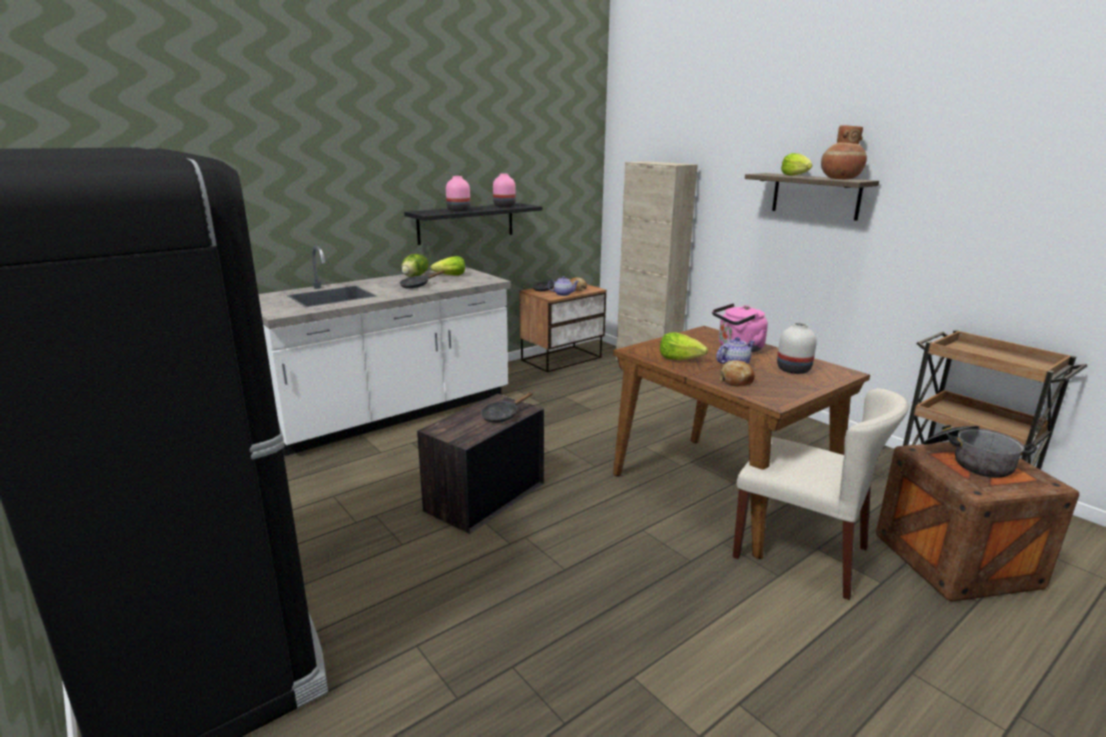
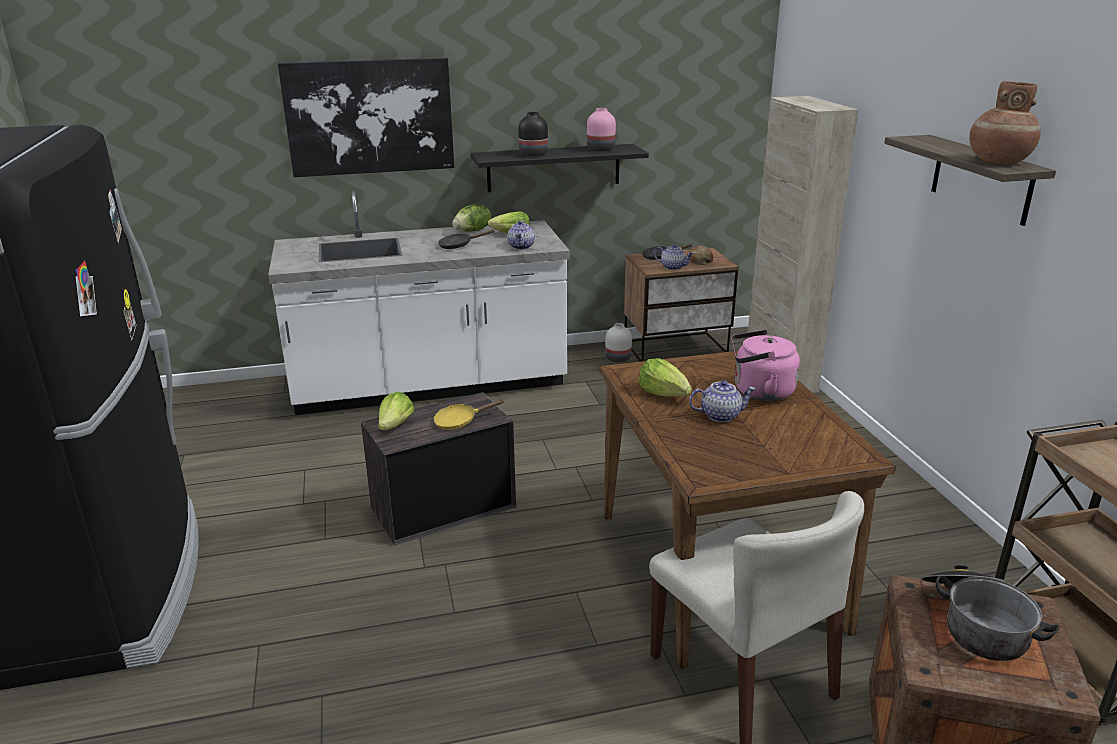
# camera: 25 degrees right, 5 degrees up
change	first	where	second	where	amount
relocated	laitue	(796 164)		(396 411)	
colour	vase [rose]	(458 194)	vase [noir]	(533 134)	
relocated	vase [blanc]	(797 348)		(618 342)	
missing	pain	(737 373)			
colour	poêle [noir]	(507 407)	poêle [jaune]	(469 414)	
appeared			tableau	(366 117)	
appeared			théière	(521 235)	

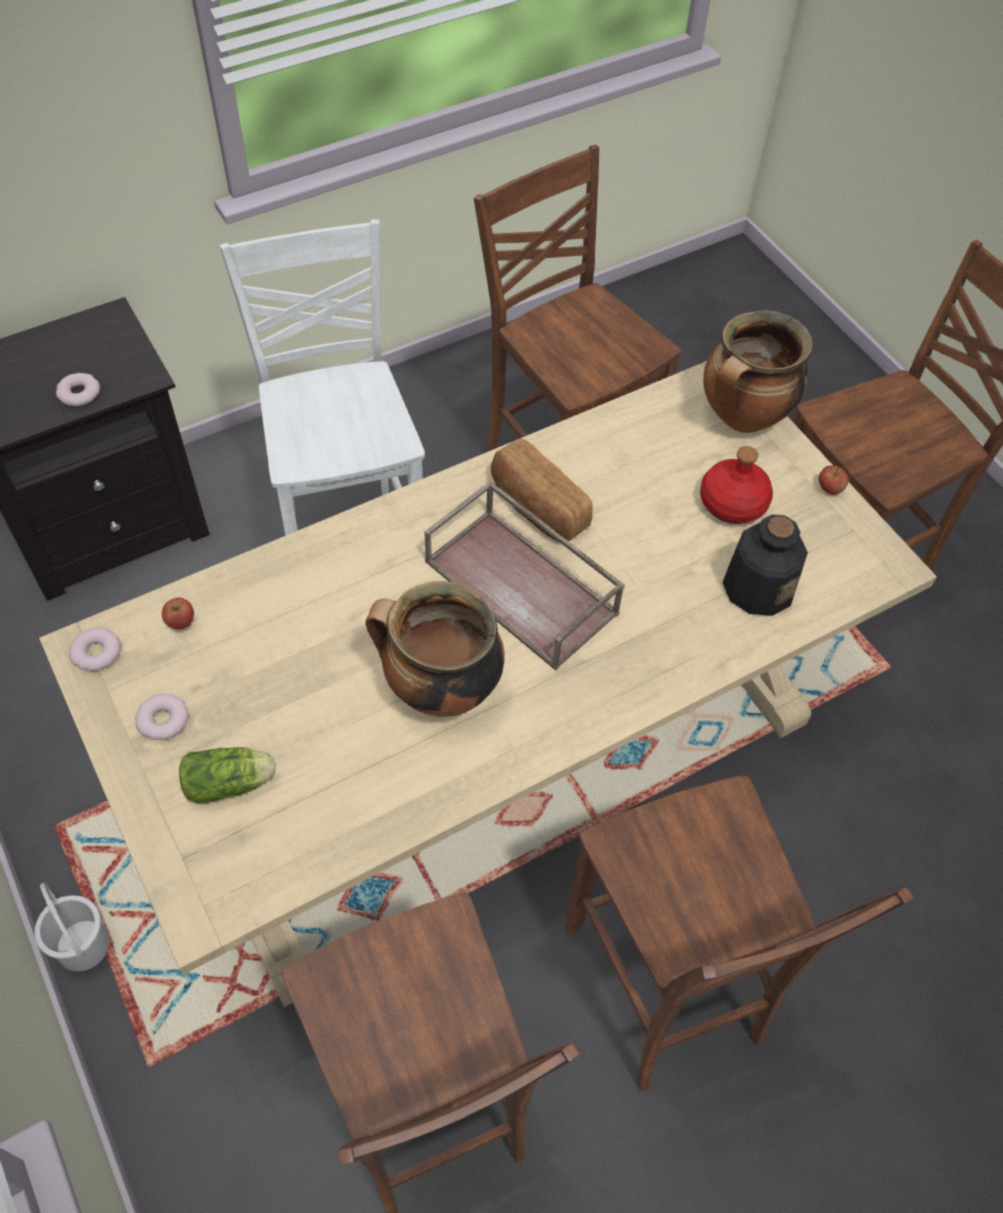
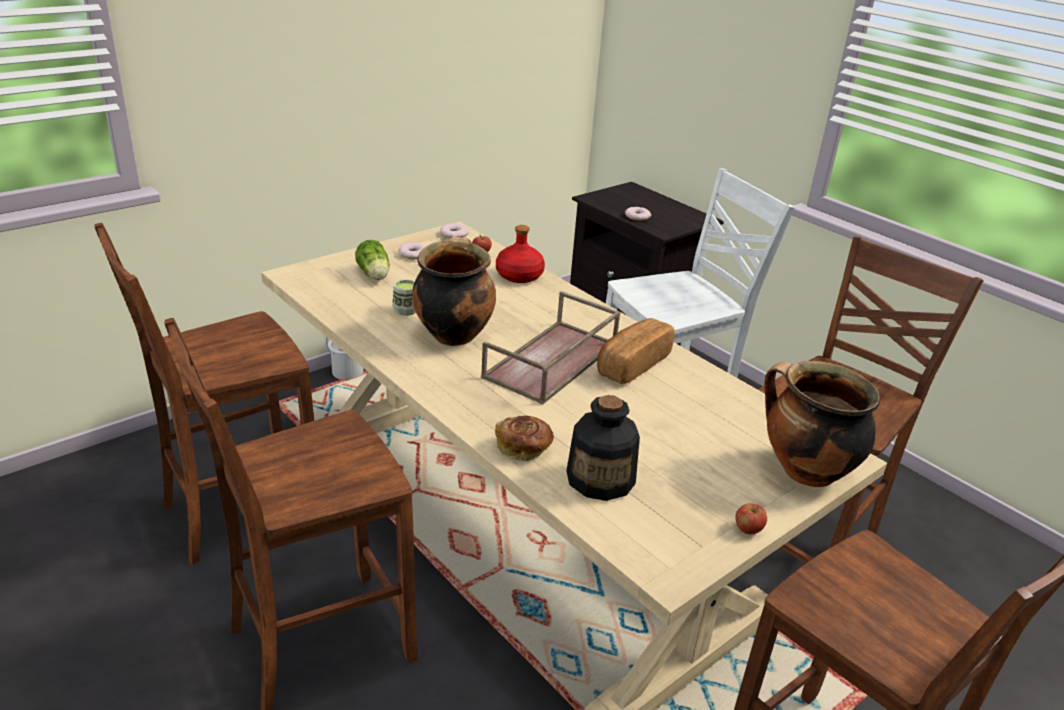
# camera: 80 degrees right, 25 degrees down
change	first	where	second	where	amount
relocated	bouteille [rouge]	(736 485)		(520 254)	
appeared			tasse	(404 297)	
appeared			pain	(524 438)	

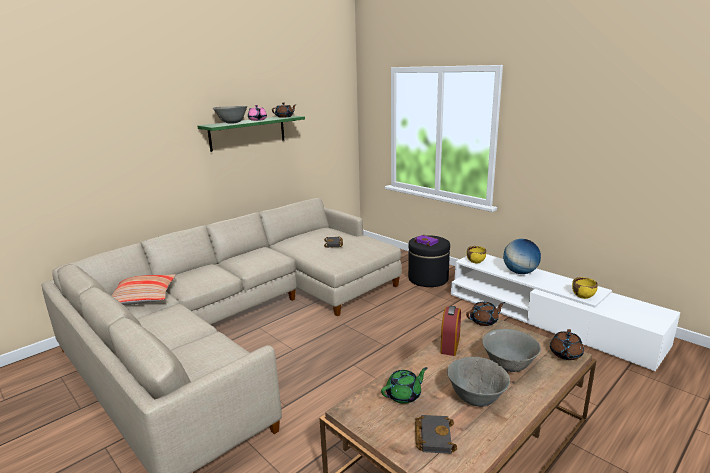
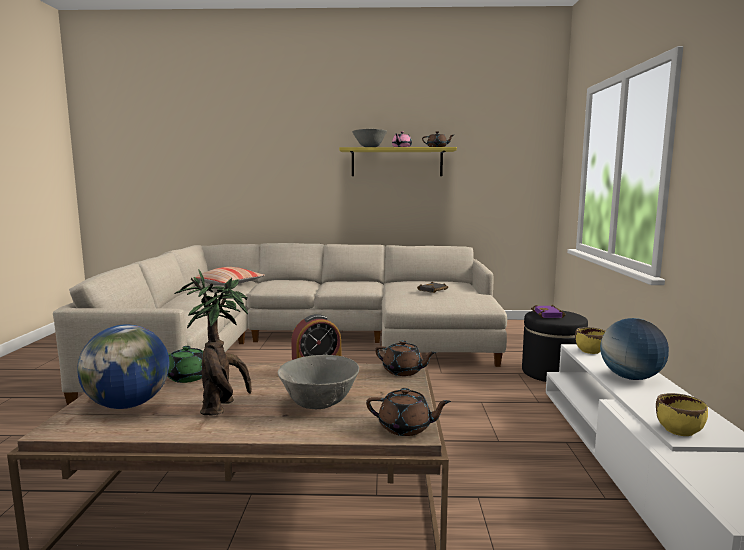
# camera: 45 degrees right, 10 degrees down
change	first	where	second	where	amount
colour	étagère [vert]	(251 133)	étagère [jaune]	(398 161)	
spun	théière [marron]	(567 344)		(408 412)	150 degrees counterclockwise
exchanged	bol [gris]	(478 382)	plante en pot	(213 342)	
exchanged	livre [noir]	(436 434)	globe	(123 366)	

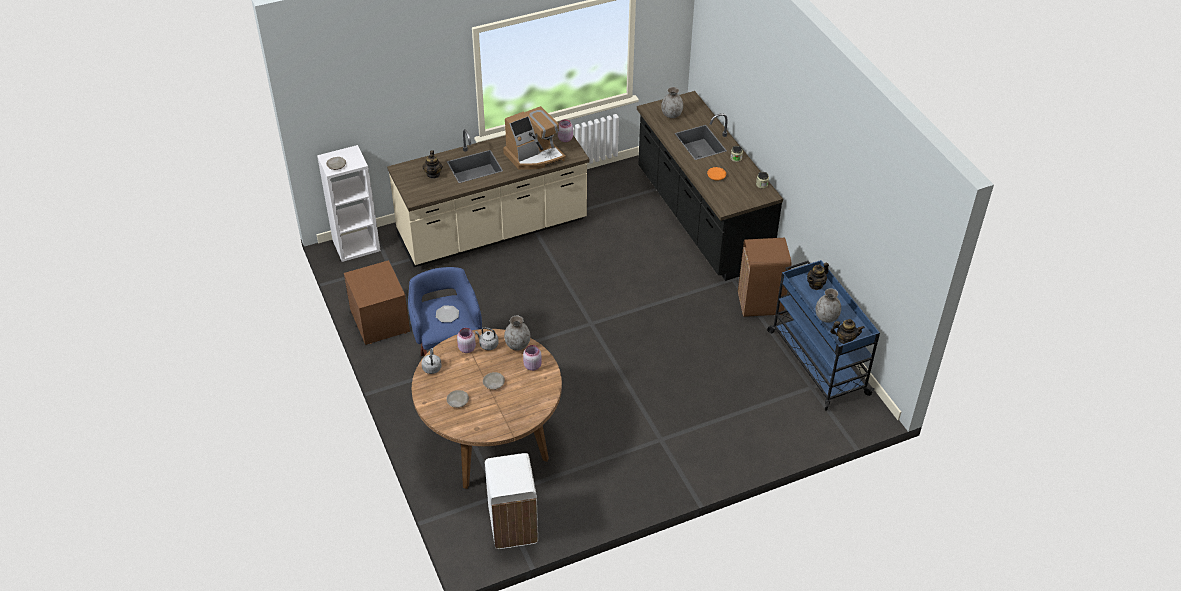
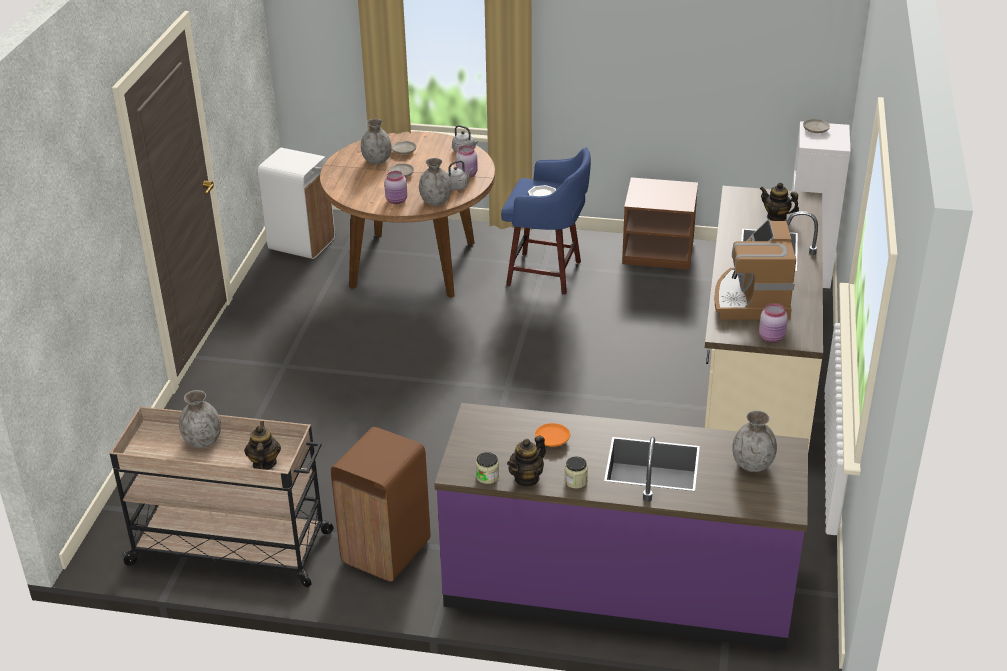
# camera: 125 degrees right, 10 degrees down
change	first	where	second	where	amount
colour	comptoir de cuisine [noir]	(710 186)	comptoir de cuisine [violet]	(621 526)	
colour	chariot [bleu]	(823 335)	chariot [beige]	(222 496)	
relocated	théière	(847 331)		(526 461)	
appeared			vase [gris]	(376 141)	

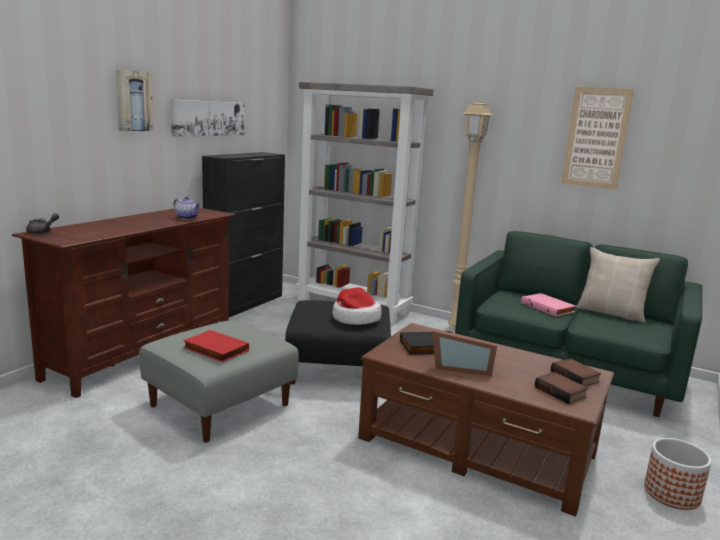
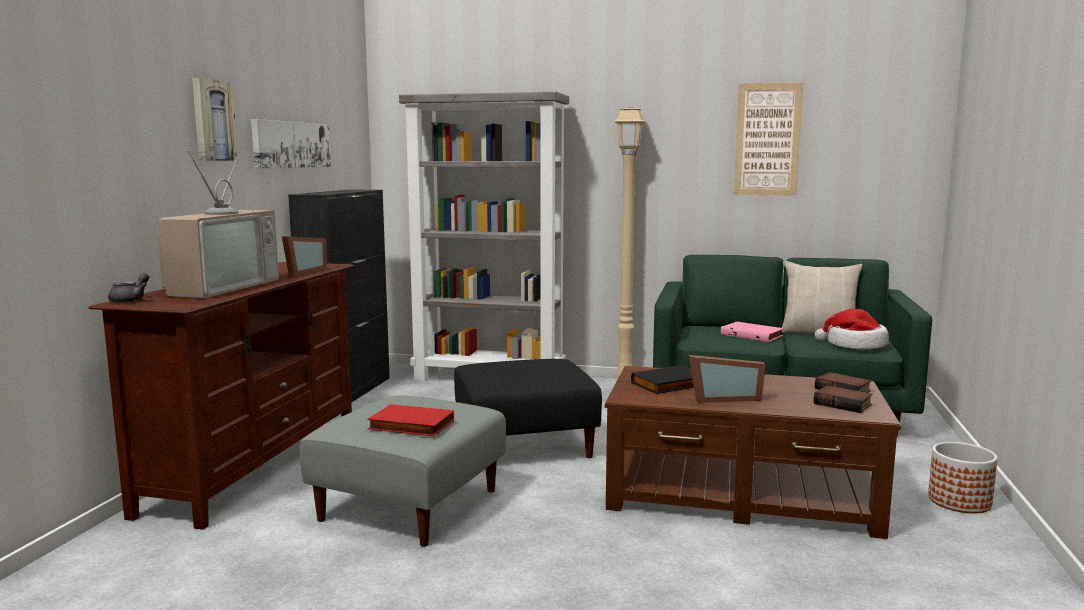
# camera: 15 degrees left, 5 degrees down
change	first	where	second	where	amount
exchanged	théière	(187 208)	cadre photo	(304 256)	
relocated	chapeau	(357 306)		(852 329)	
appeared			téléviseur	(218 224)	

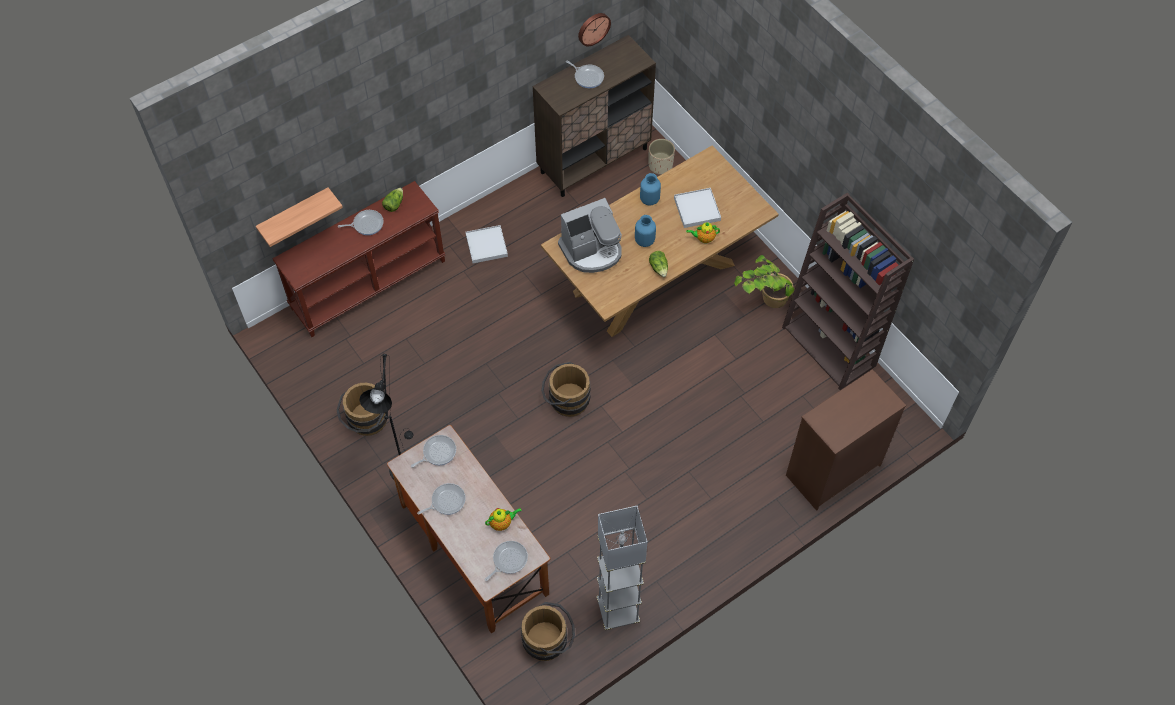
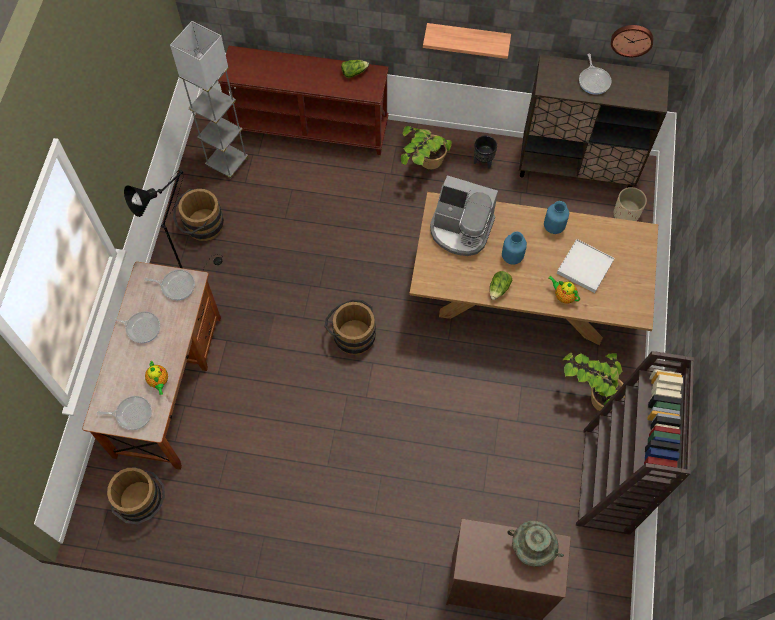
# camera: 45 degrees right, 5 degrees up
change	first	where	second	where	amount
relocated	étagère	(299 217)		(467 41)	
missing	poêle	(360 222)			
exchanged	plateau [blanc]	(487 244)	plante en pot	(426 147)	
relocated	lampadaire [gris]	(622 568)		(209 100)	
spun	théière	(503 519)		(156 378)	45 degrees clockwise
appeared			cache-pot [noir]	(485 152)	
appeared			vase [turquoise]	(535 544)	

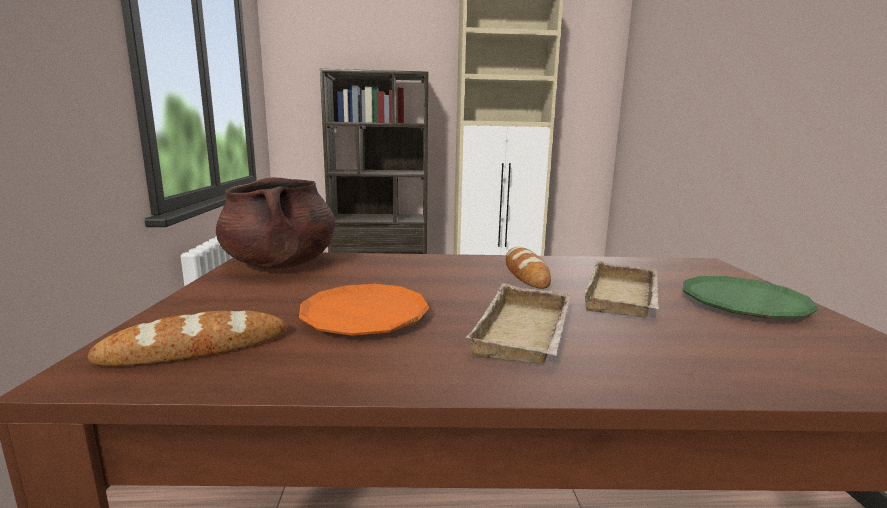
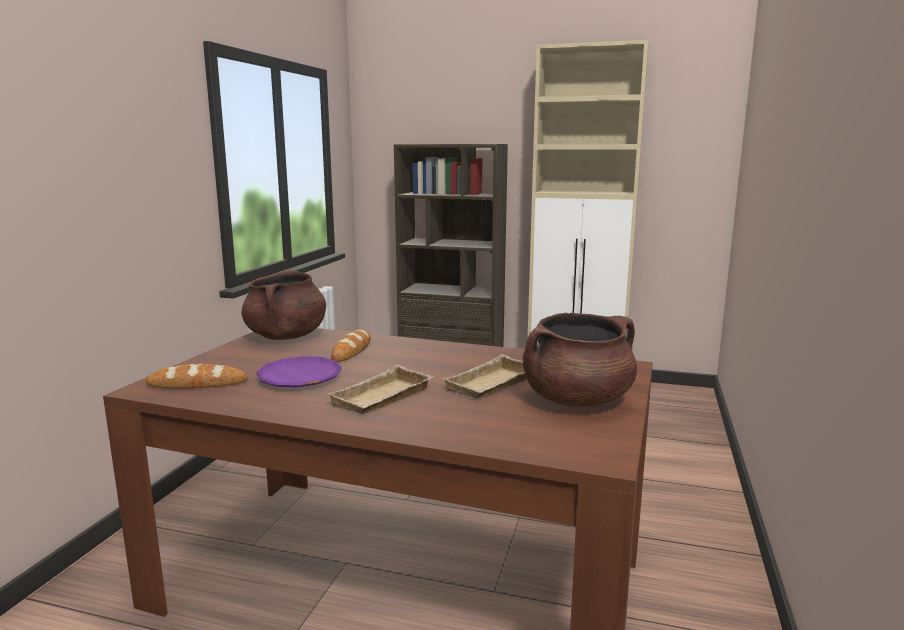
# camera: 20 degrees right, 0 degrees up
change	first	where	second	where	amount
relocated	pain	(528 268)		(351 345)	
exchanged	assiette [vert]	(751 297)	marmite [marron]	(580 360)	
colour	assiette [orange]	(364 310)	assiette [violet]	(299 371)	

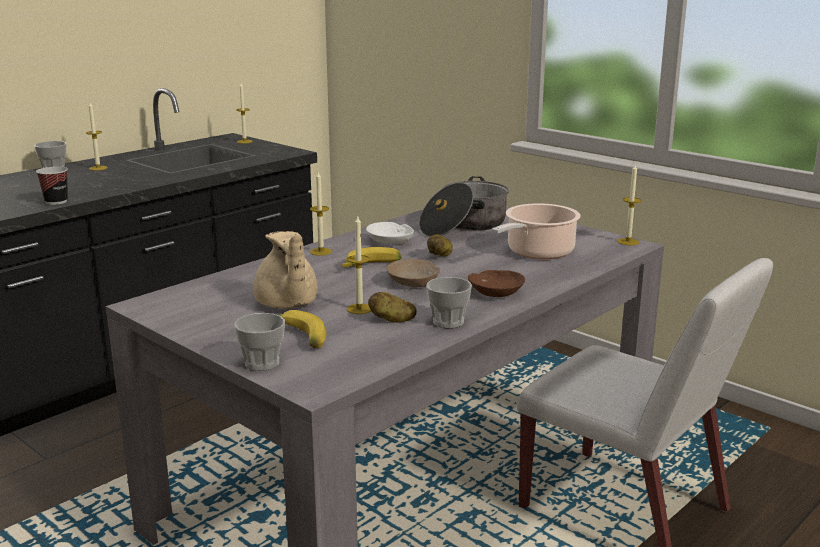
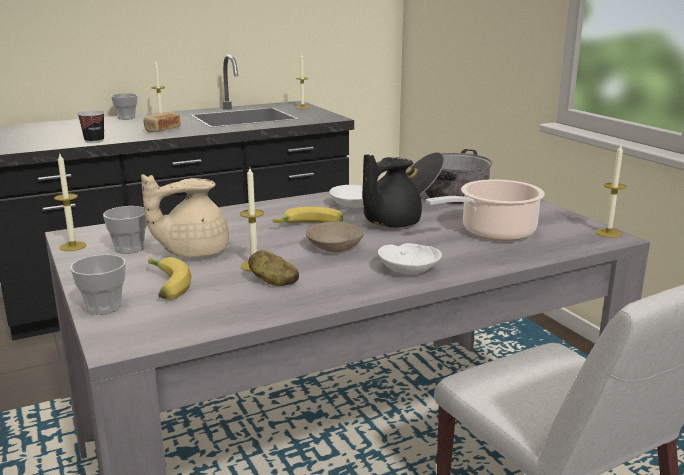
# camera: 20 degrees right, 0 degrees up
change	first	where	second	where	amount
relocated	bougie	(321 214)		(70 202)	
spun	théière [beige]	(285 270)		(185 216)	60 degrees clockwise
exchanged	pomme de terre	(440 245)	théière [noir]	(392 191)	
colour	bol [marron]	(496 283)	bol [blanc]	(410 258)	
relocated	tasse	(449 302)		(125 230)	
appeared			pain	(162 122)	

